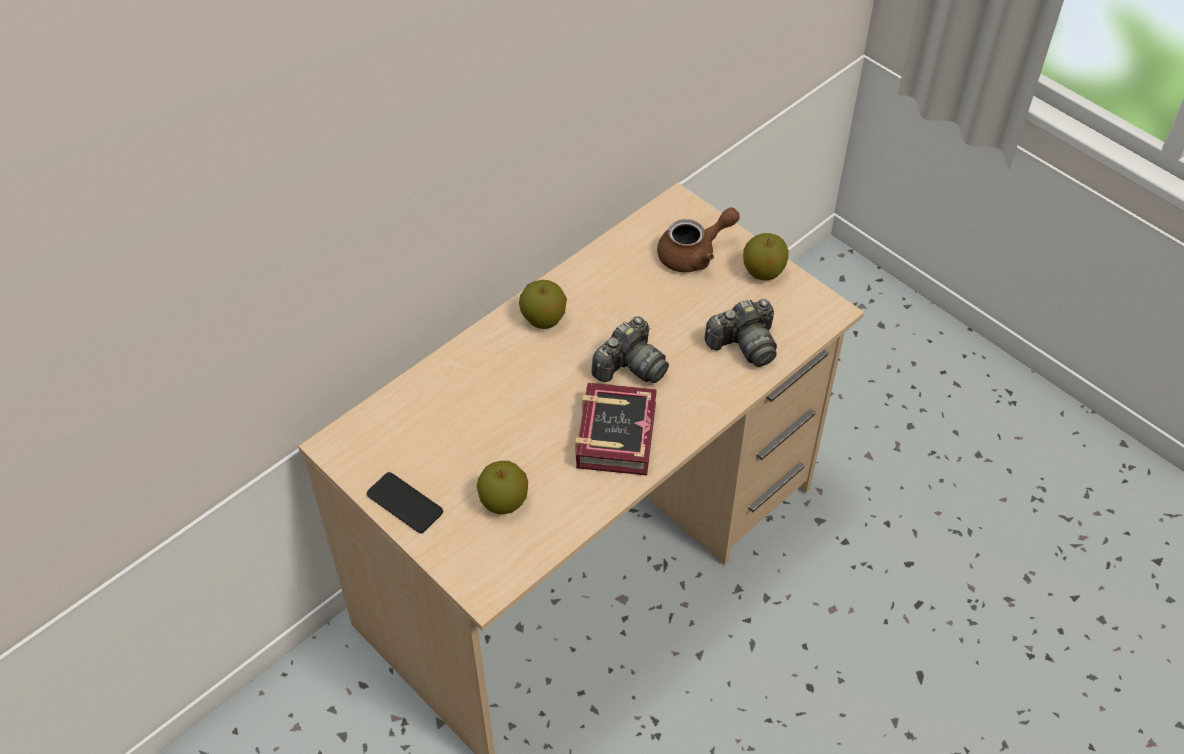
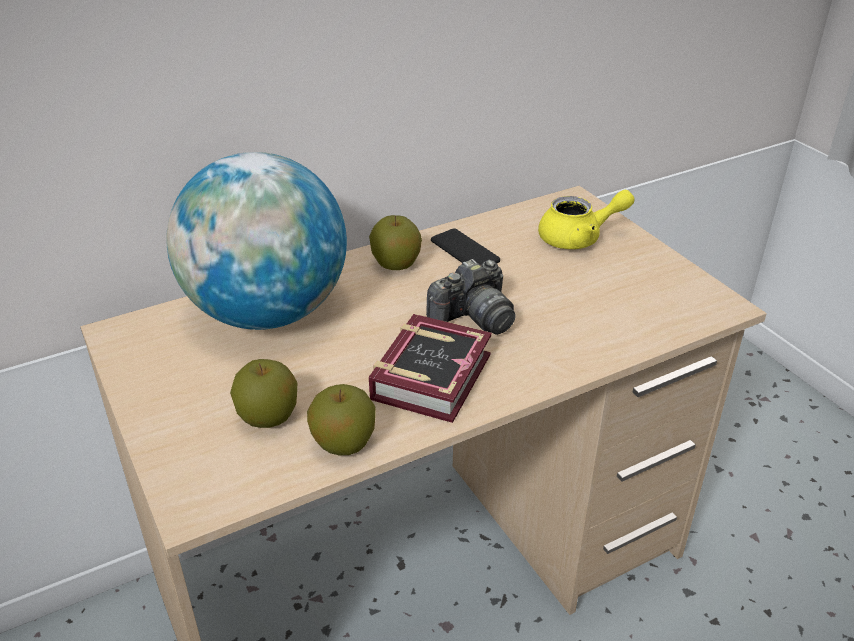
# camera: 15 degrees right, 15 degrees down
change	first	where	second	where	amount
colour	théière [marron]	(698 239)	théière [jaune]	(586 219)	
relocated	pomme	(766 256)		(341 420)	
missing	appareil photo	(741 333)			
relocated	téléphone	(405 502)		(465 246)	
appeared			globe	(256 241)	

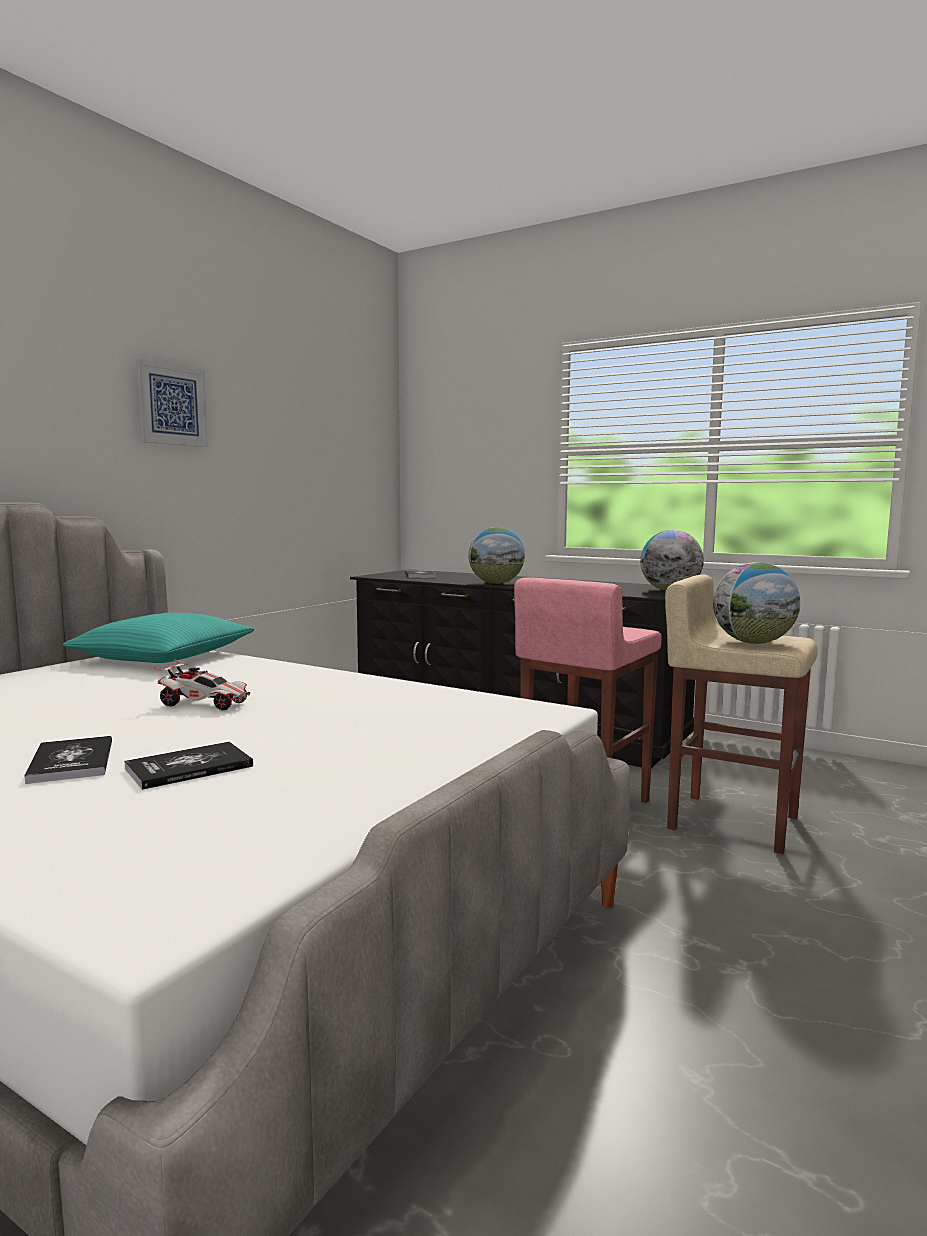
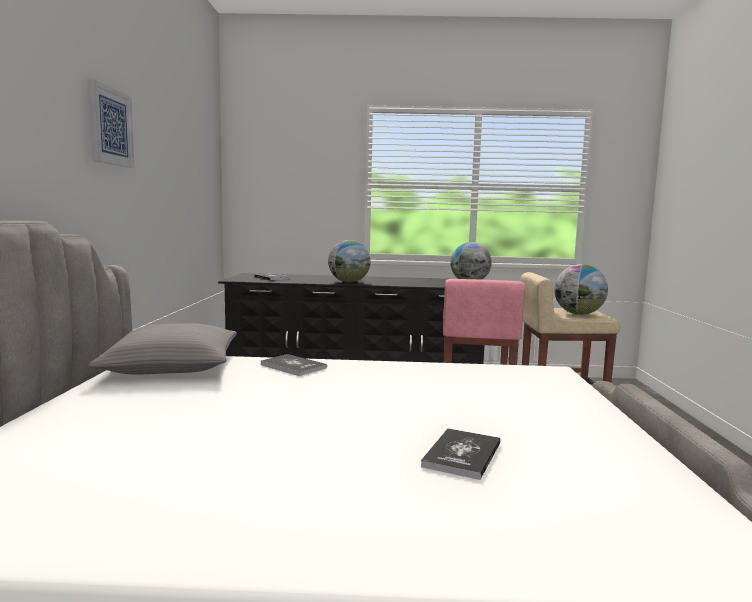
# camera: 30 degrees left, 0 degrees up
change	first	where	second	where	amount
colour	coussin [turquoise]	(158 638)	coussin [gris]	(162 349)	
missing	petite voiture	(202 685)			
relocated	livre	(68 760)		(294 365)	

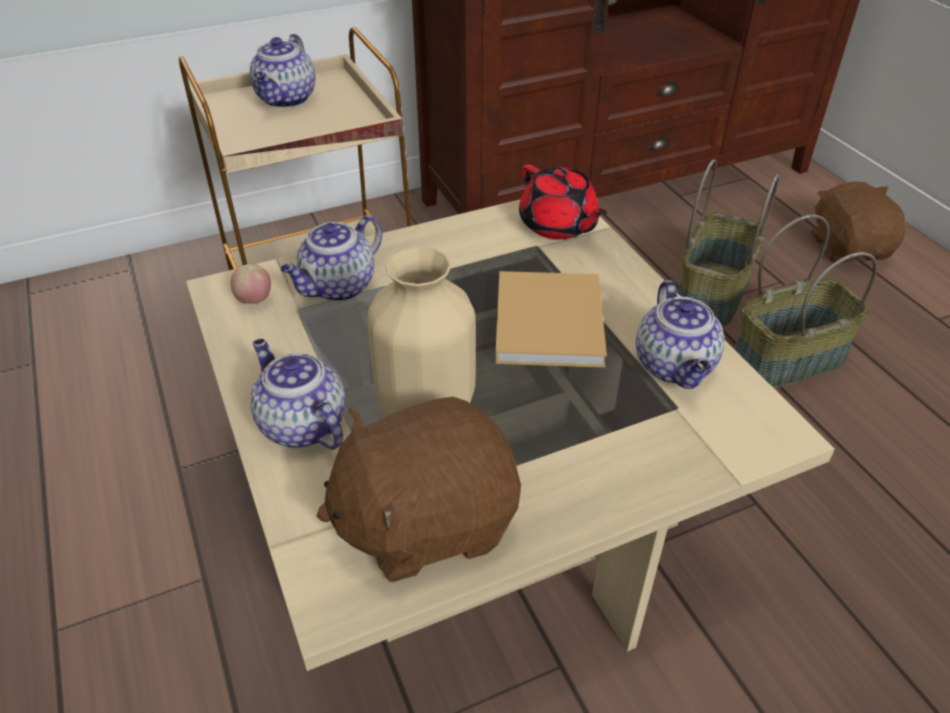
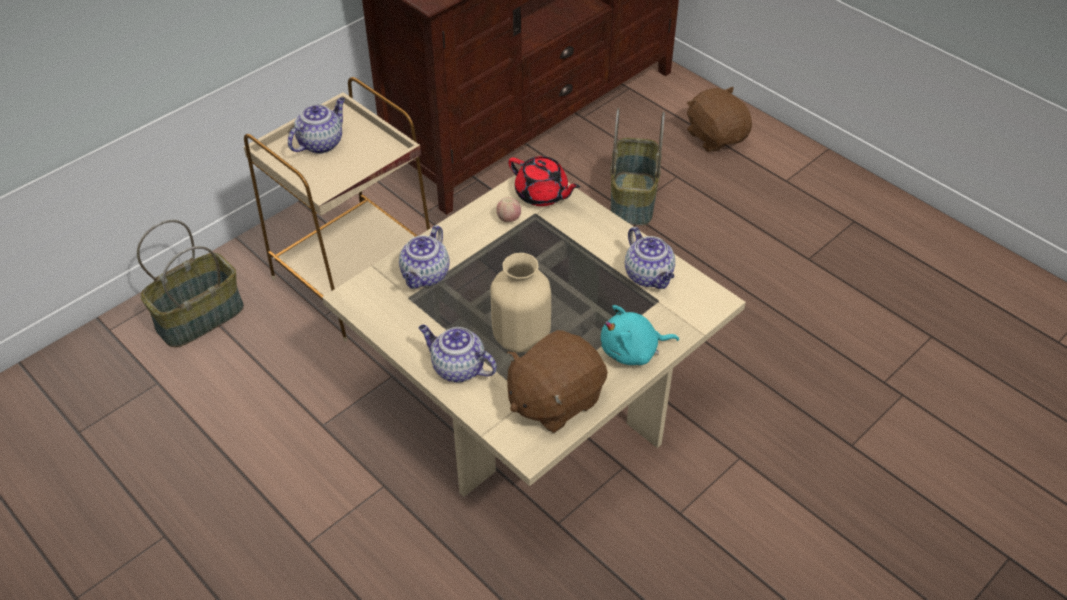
# camera: 20 degrees left, 5 degrees up
change	first	where	second	where	amount
spun	théière	(282 71)		(316 126)	135 degrees counterclockwise
relocated	panier	(805 302)		(190 283)	
relocated	pomme	(251 284)		(509 209)	
missing	livre [beige]	(551 319)			
appeared			peluche [turquoise]	(640 335)	

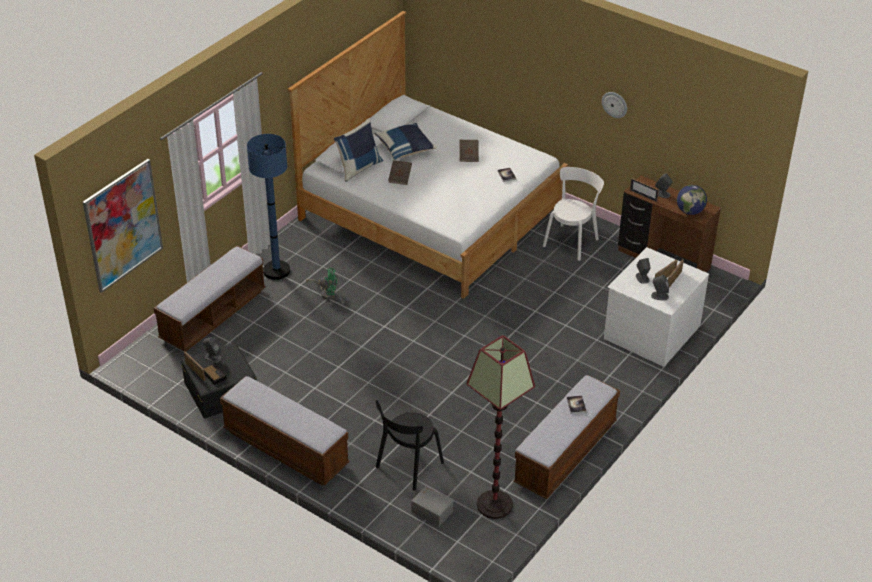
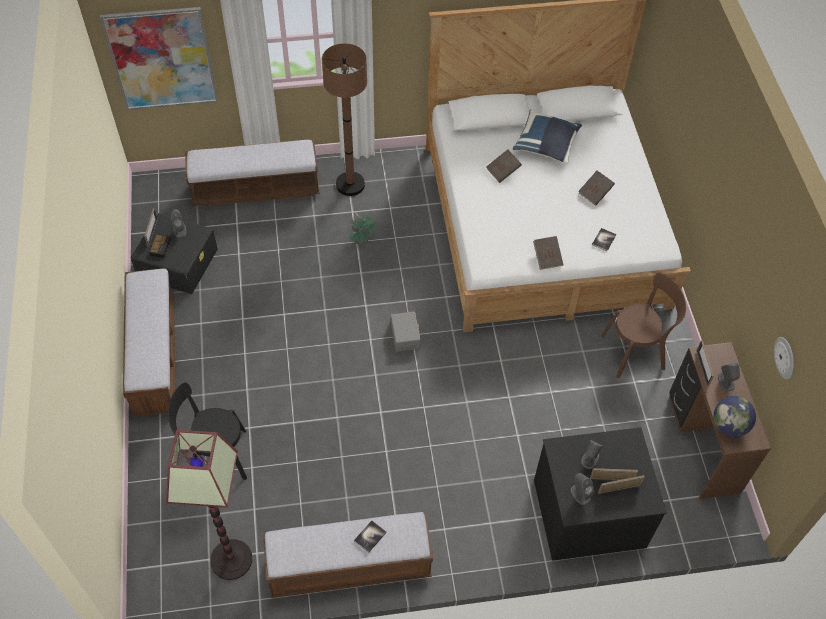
# camera: 45 degrees right, 15 degrees up
change	first	where	second	where	amount
relocated	horloge murale	(614 105)		(784 358)	
missing	coussin [bleu]	(358 150)			
colour	lampadaire [bleu]	(268 207)	lampadaire [marron]	(344 119)	
colour	chaise [blanc]	(573 213)	chaise [marron]	(643 325)	
colour	commode [blanc]	(656 307)	commode [noir]	(600 494)	
relocated	boîte de rangement [gris]	(432 506)		(406 331)	
appeared			livre [marron]	(548 253)	

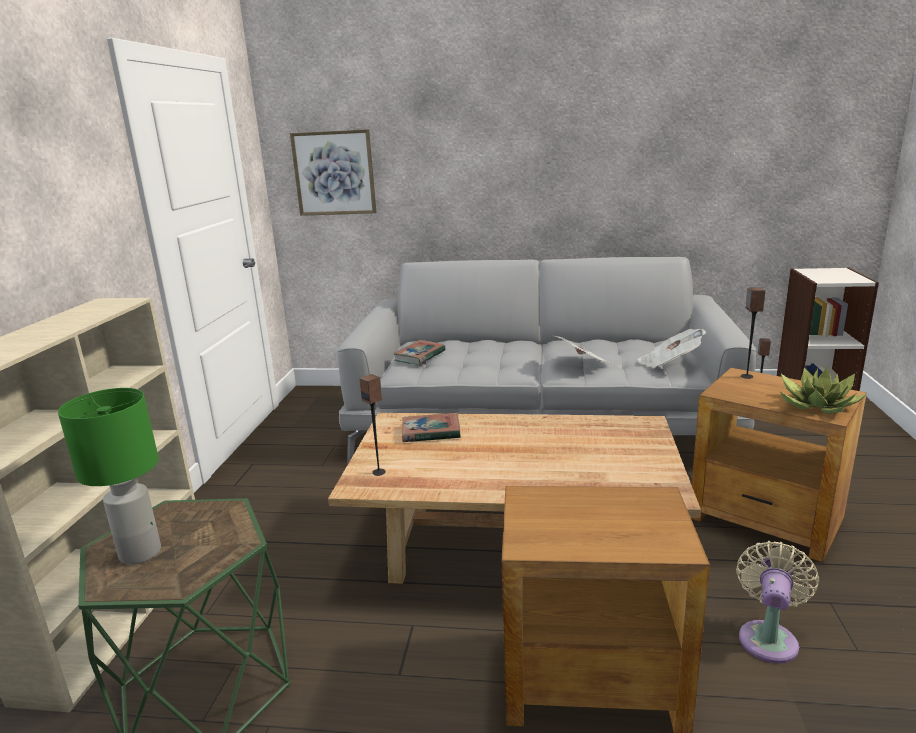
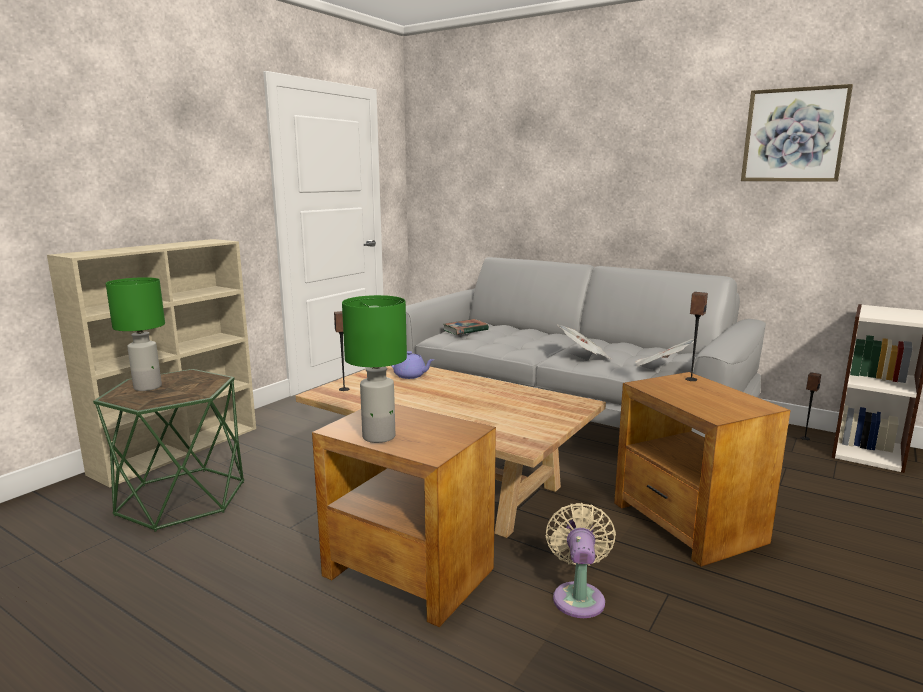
# camera: 25 degrees right, 5 degrees down
change	first	where	second	where	amount
relocated	tableau	(333 172)		(797 133)	
missing	plante en pot	(823 390)			
exchanged	livre	(431 427)	théière [violet]	(412 365)	
spun	ventilateur [beige]	(777 602)		(581 560)	45 degrees counterclockwise
appeared			lampe de table [vert]	(374 369)	

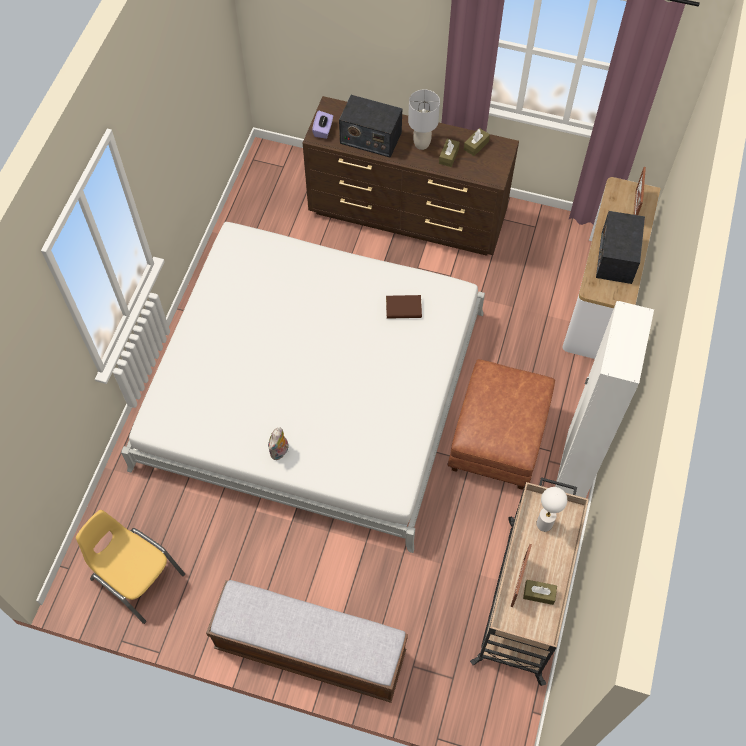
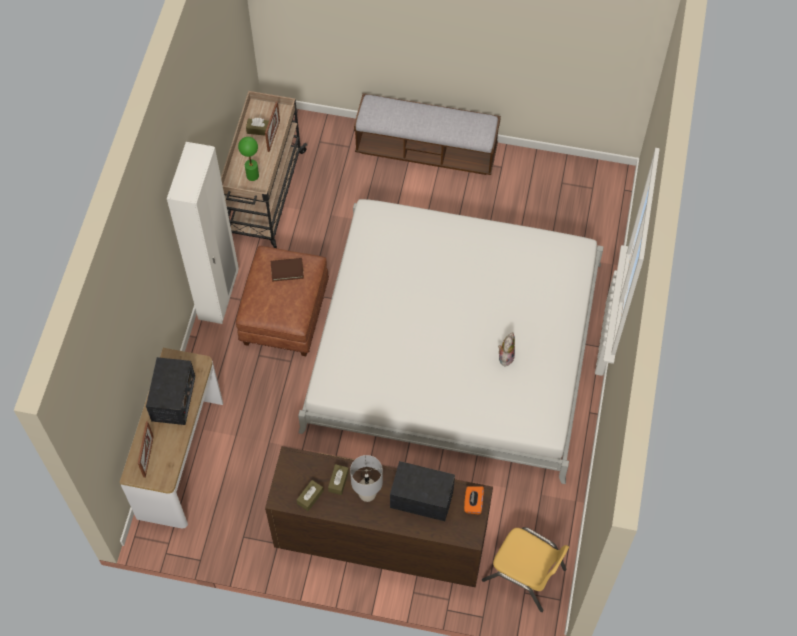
# camera: 175 degrees right, 0 degrees up
change	first	where	second	where	amount
colour	boîte à mouchoirs [violet]	(322 125)	boîte à mouchoirs [orange]	(474 500)	
relocated	livre [marron]	(404 307)		(287 270)	
relocated	peluche	(278 443)		(506 349)	
colour	lampe de table [blanc]	(551 509)	lampe de table [vert]	(248 159)	
relocated	chaise [jaune]	(130 567)		(525 569)	

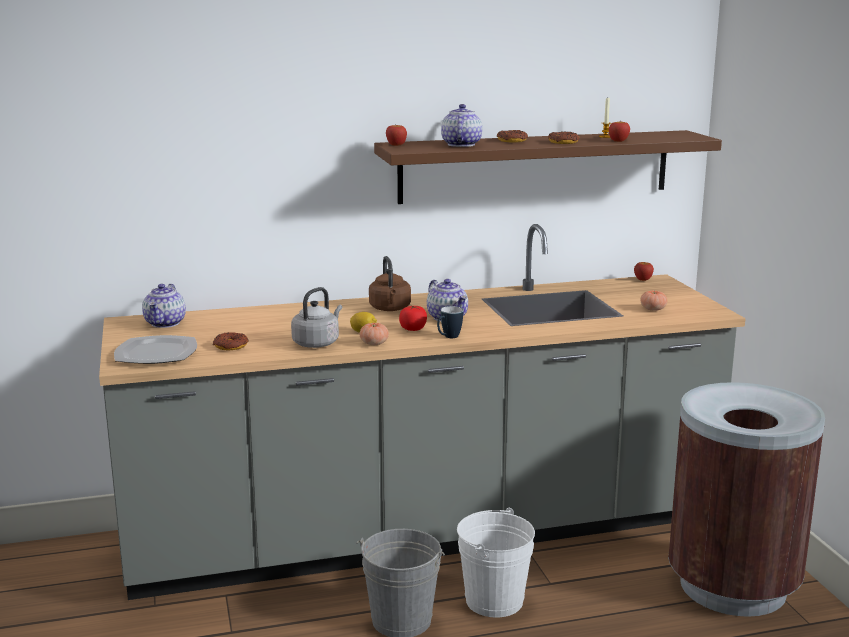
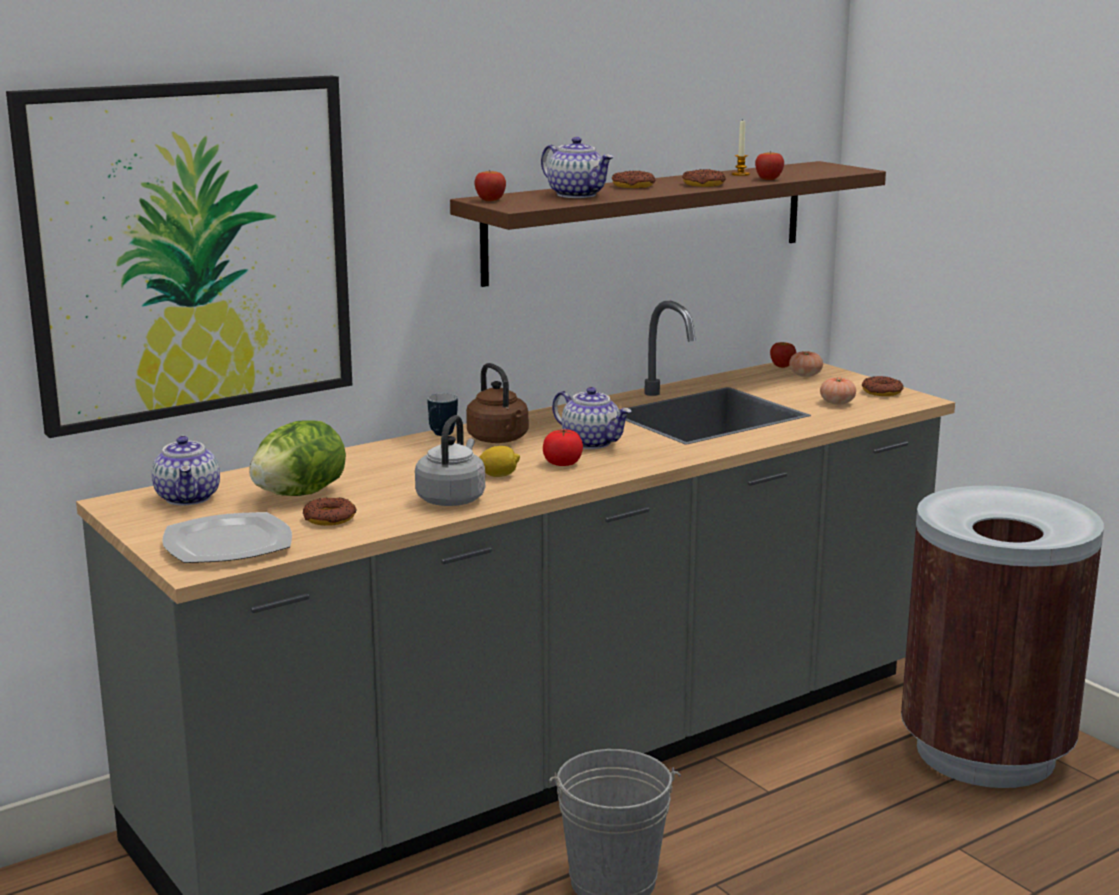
# camera: 20 degrees left, 0 degrees up
change	first	where	second	where	amount
spun	théière	(461 125)		(577 167)	150 degrees clockwise
relocated	mug	(450 322)		(443 414)	
relocated	tomate	(374 334)		(806 364)	
missing	seau [blanc]	(496 563)			
appeared			tableau	(179 257)	
appeared			beignet	(882 386)	
appeared			laitue	(297 458)	

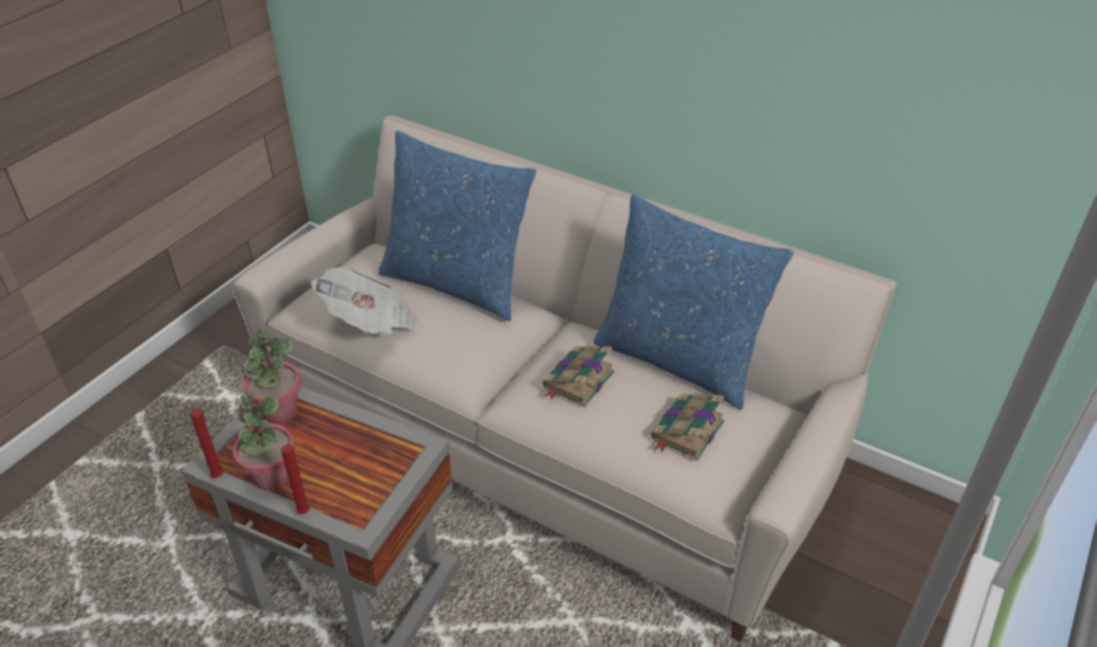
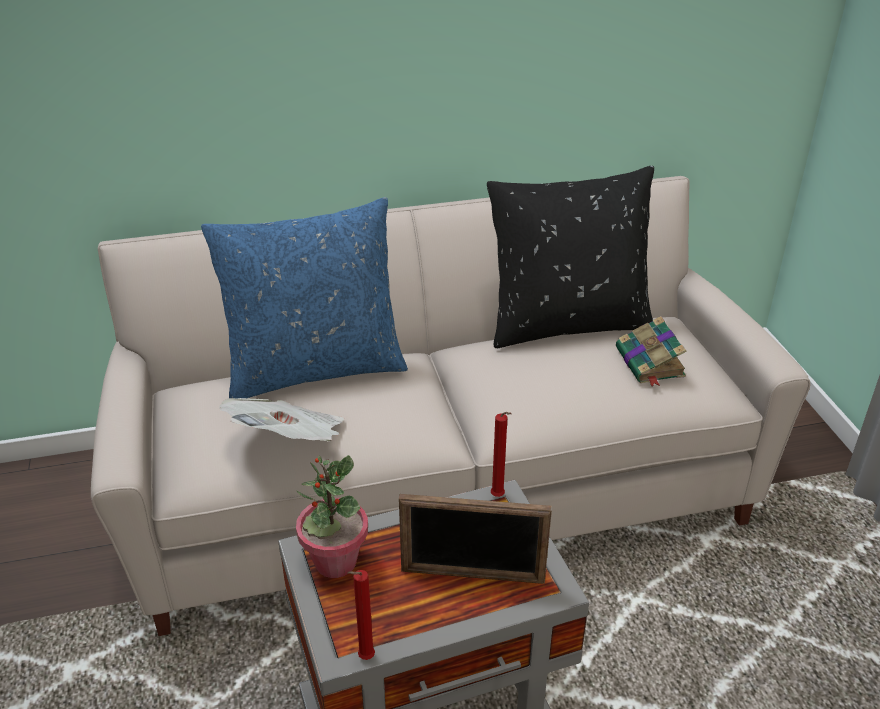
# camera: 45 degrees left, 5 degrees down
change	first	where	second	where	amount
colour	coussin [bleu]	(693 302)	coussin [noir]	(570 257)	
missing	livre	(578 376)			
missing	plante en pot	(263 440)			
relocated	bougie [rouge]	(295 479)		(501 454)	
appeared			cadre photo	(475 539)	

